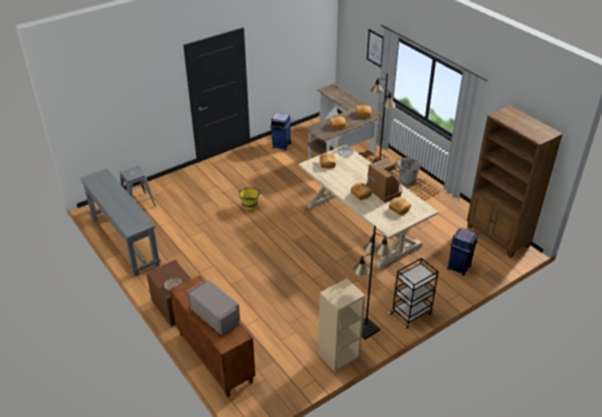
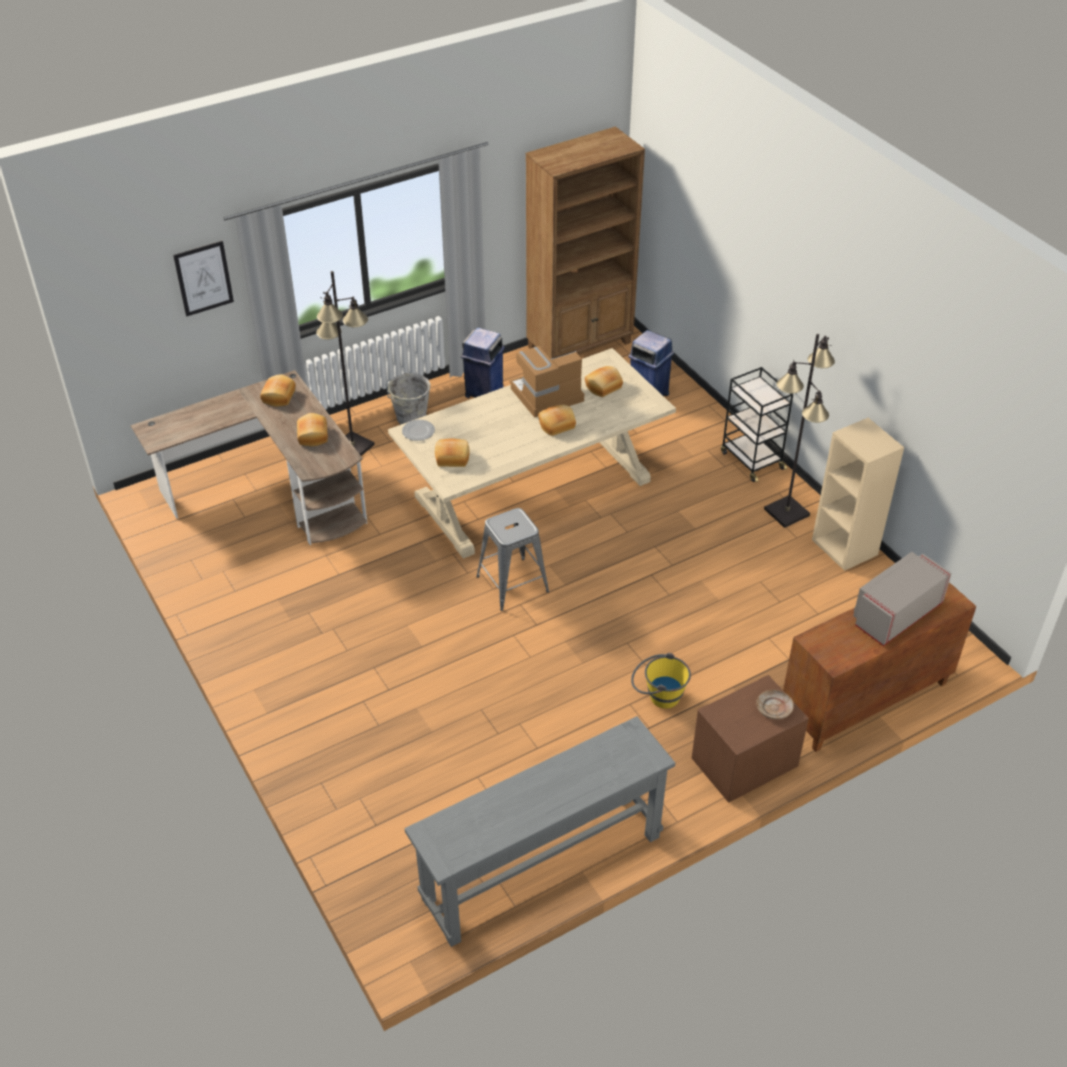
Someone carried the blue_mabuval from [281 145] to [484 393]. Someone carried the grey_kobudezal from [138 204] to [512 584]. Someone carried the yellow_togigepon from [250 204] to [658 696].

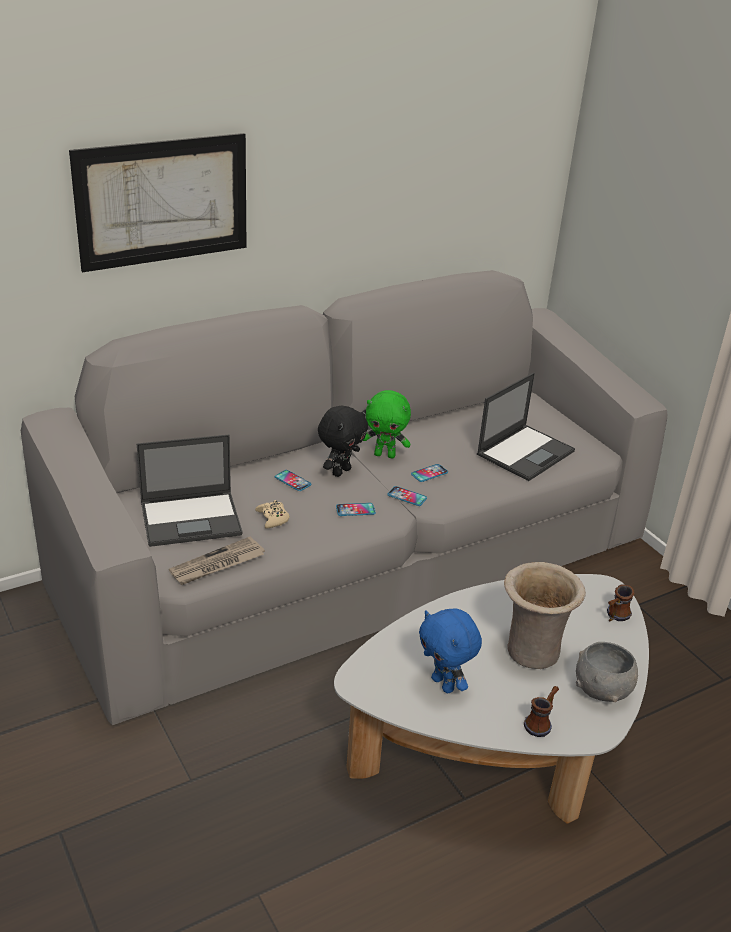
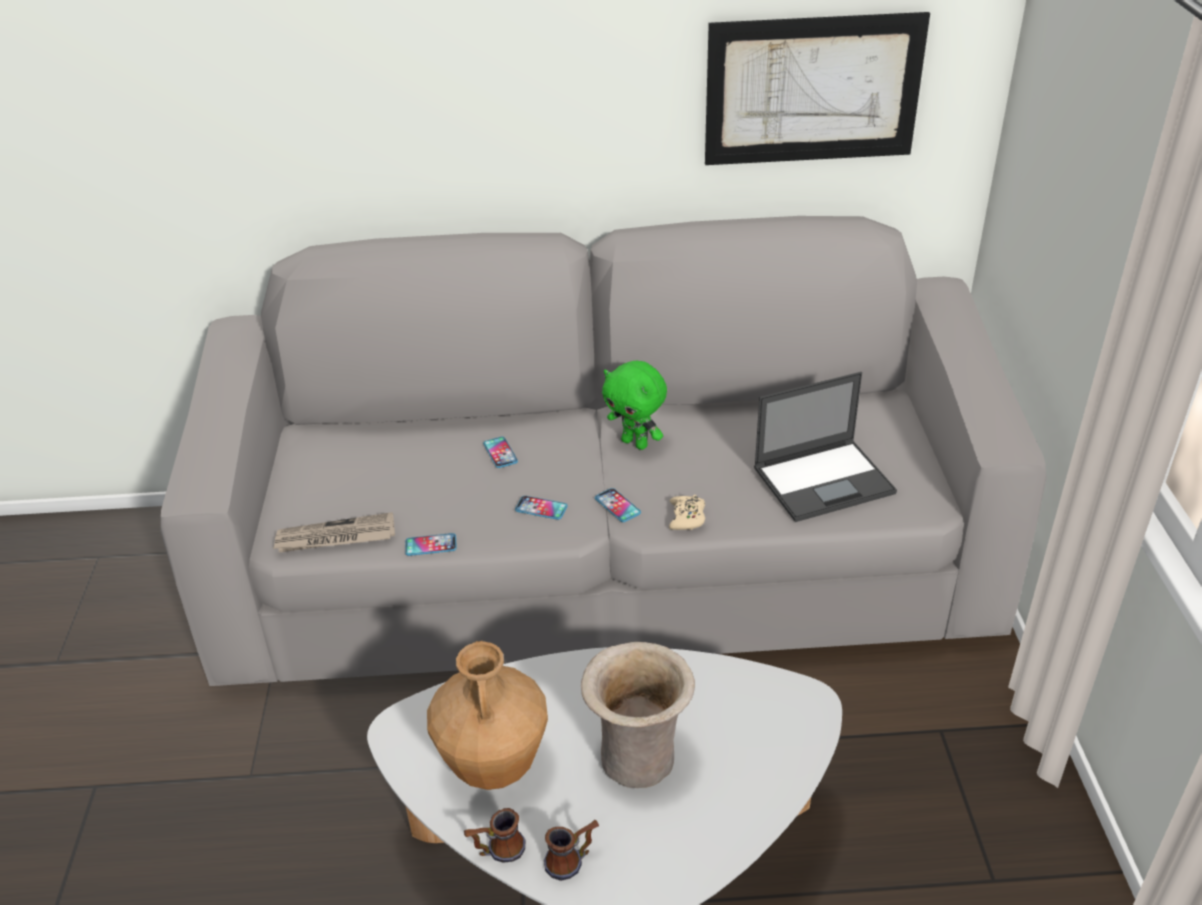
Someone carried the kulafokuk from [429 473] to [431 545]. Someone swapped the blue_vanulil at [444 684] for the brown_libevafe at [494 766]. Someone carried the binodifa from [615 616] to [497 850]. Someone carried the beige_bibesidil from [273 518] to [687 517]. Someone carried the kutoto from [163 201] to [813 90]. Someone took away the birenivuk at [192 518]. Someone took away the black_vanulil at [340 471]. Someone took away the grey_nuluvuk at [602 691].

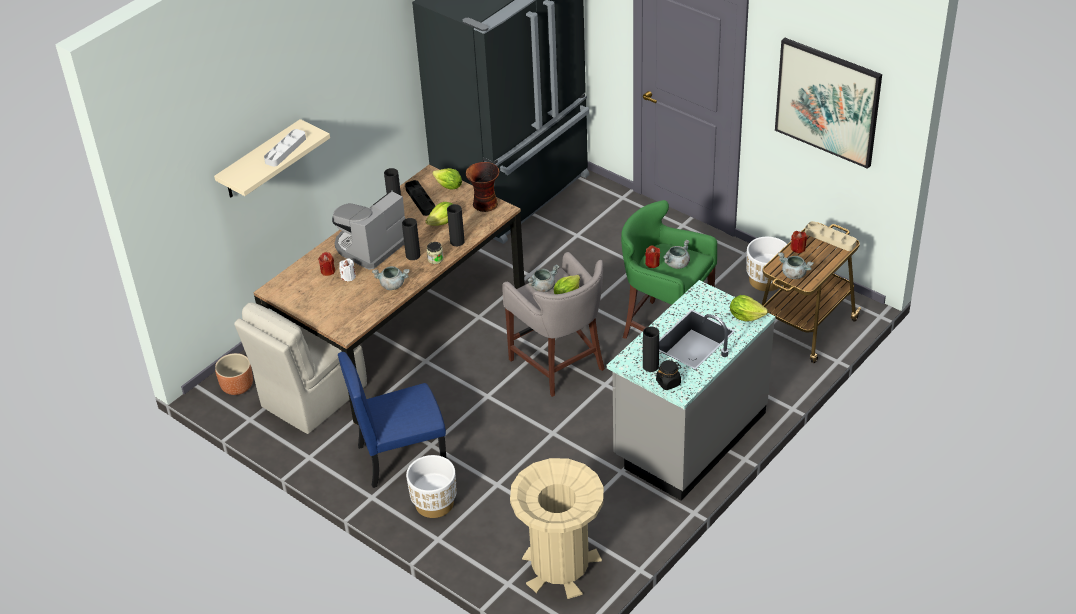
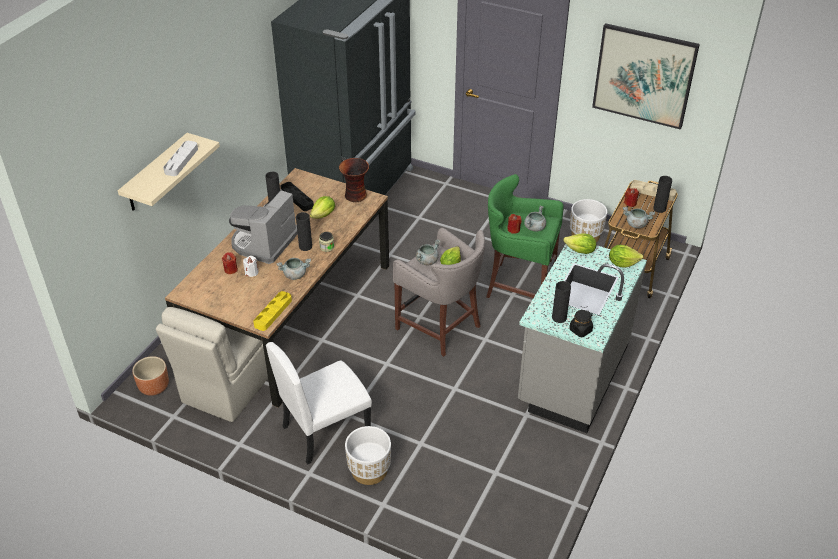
Someone put down the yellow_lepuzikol at [273 313]. Someone repainted the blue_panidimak at [401 456], which became the white_panidimak at [325 430]. Someone carried the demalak from [448 186] to [580 251]. Someone carried the black_libevafe from [457 241] to [659 209]. Someone took away the beige_mabuval at [560 566].

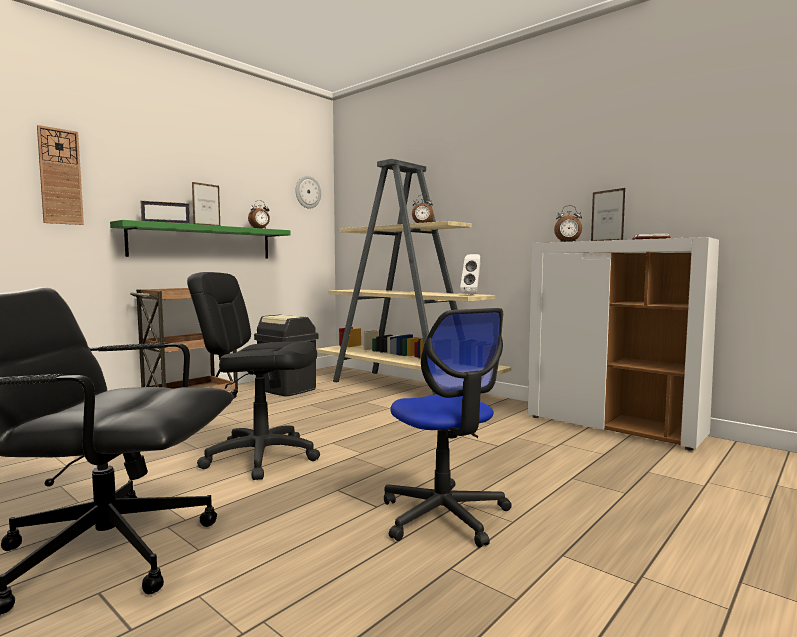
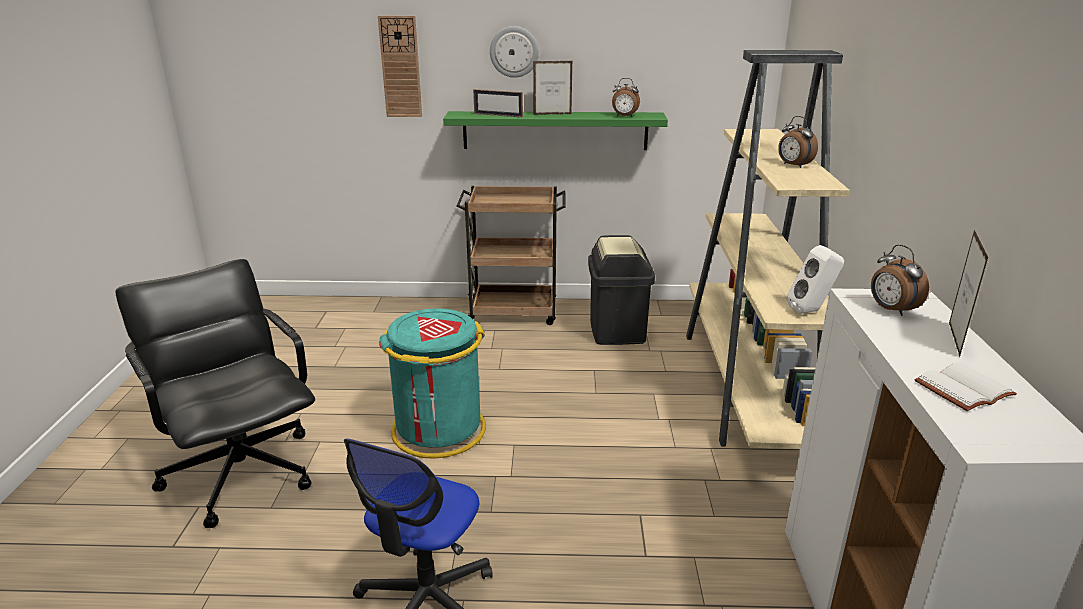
Someone swapped the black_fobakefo at [261 457] for the turquoise_mabuval at [438 430]. Someone carried the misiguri from [307 192] to [514 51].

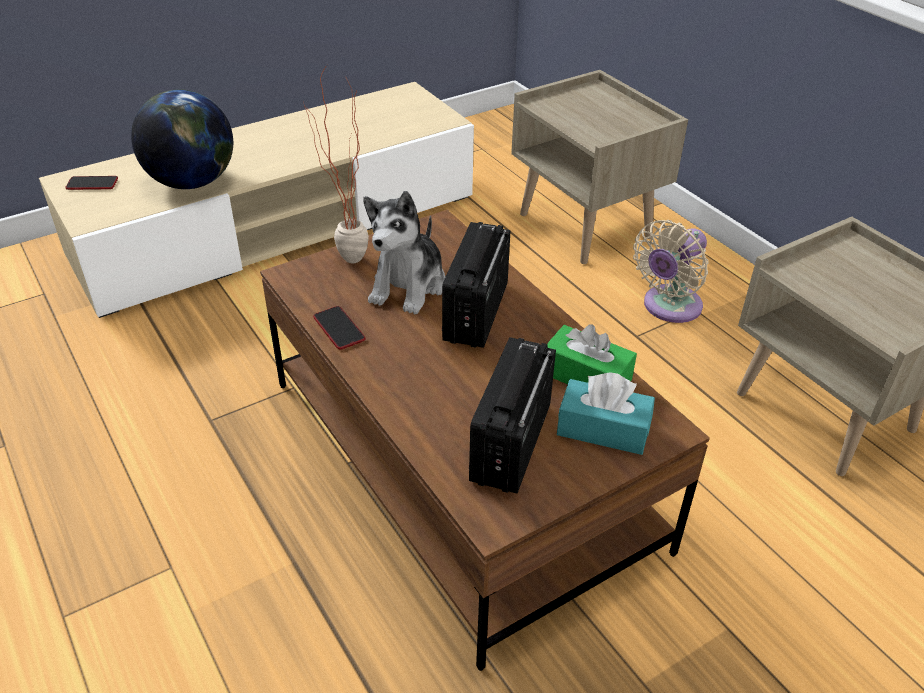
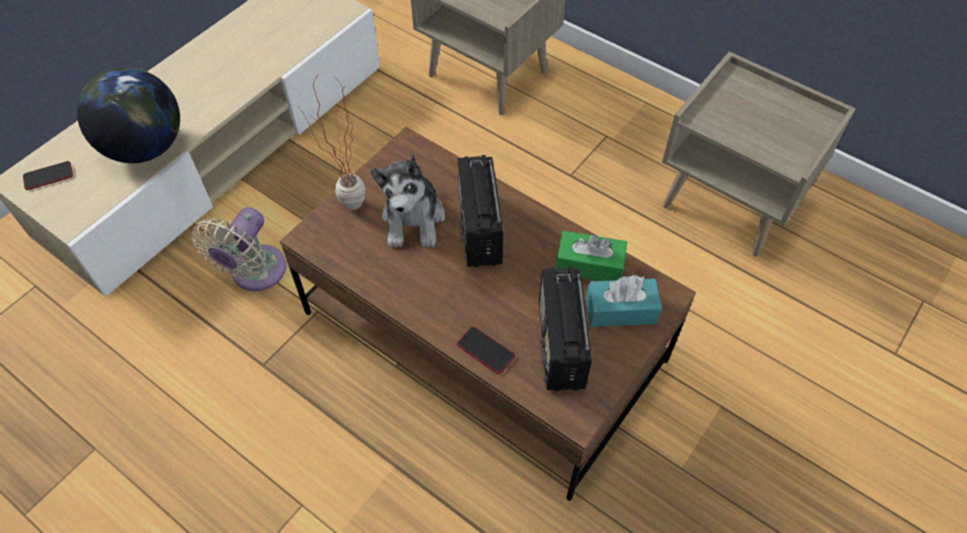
Someone carried the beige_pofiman from [668 307] to [255 273]. Someone carried the kulafokuk from [339 328] to [485 350].

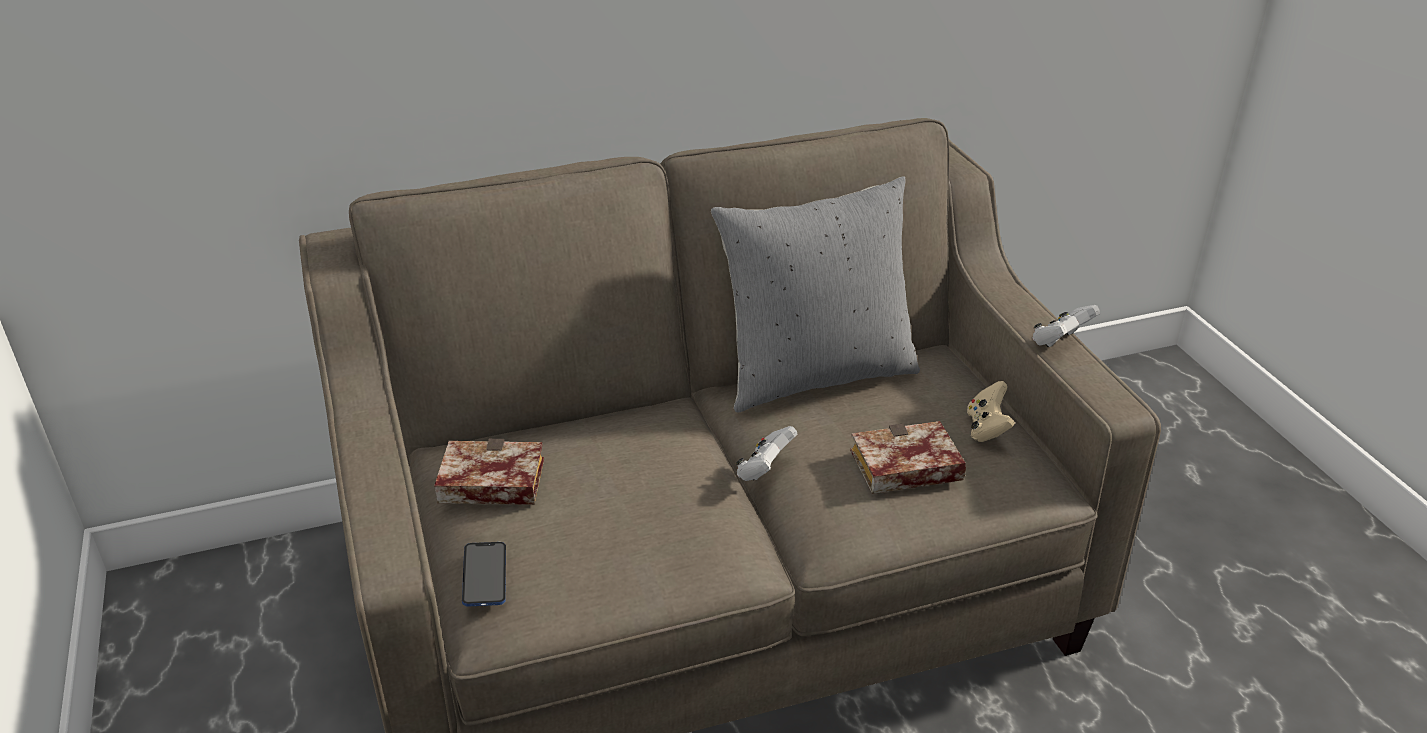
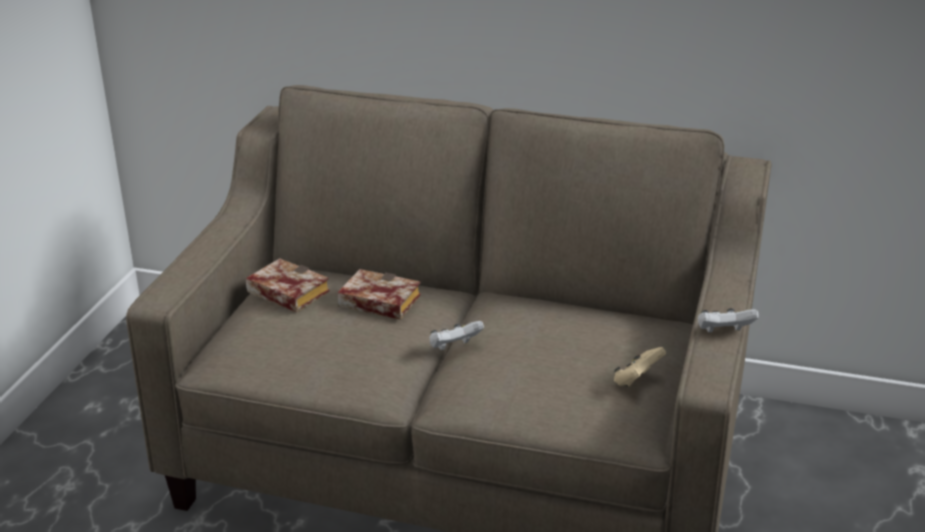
Someone carried the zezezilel from [902 469] to [376 302]. Someone took away the kulafokuk at [484 575]. Someone took away the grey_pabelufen at [815 374].

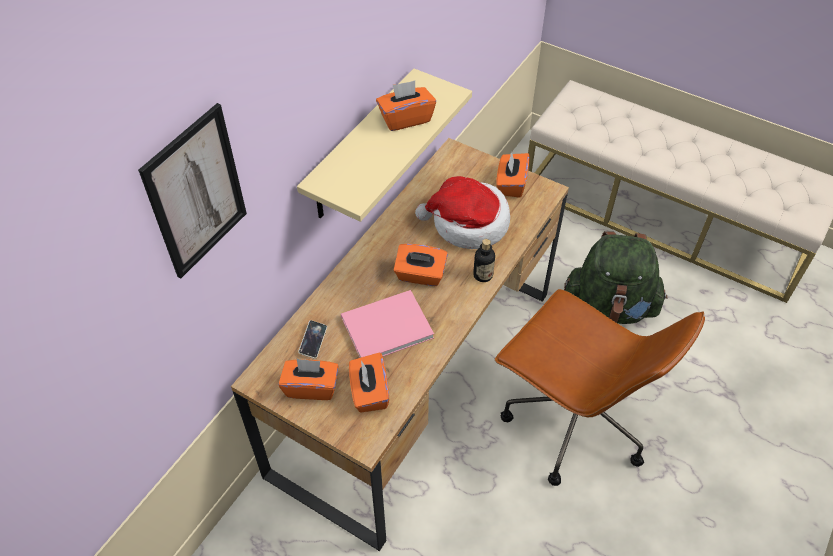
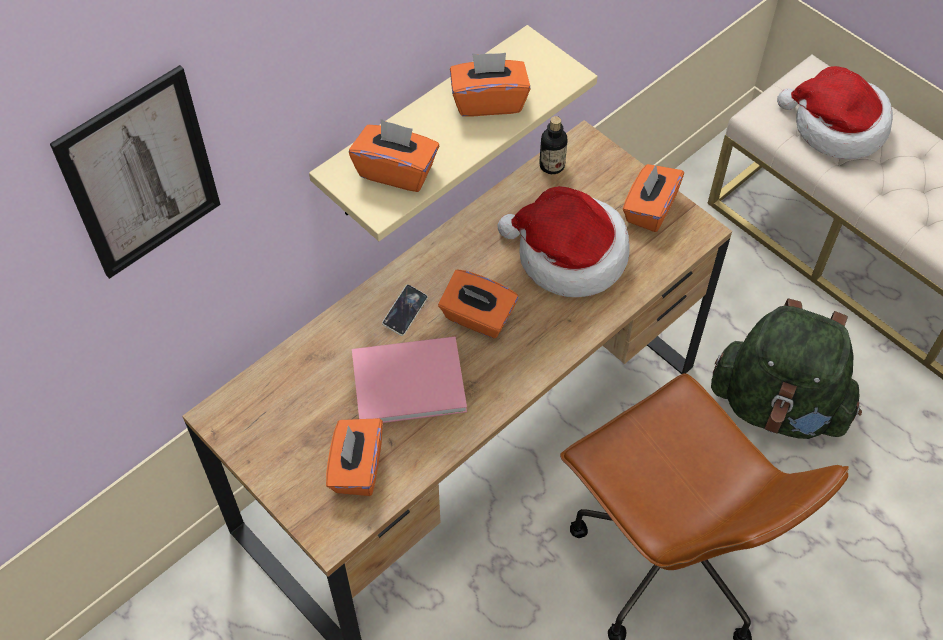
Someone carried the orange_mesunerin from [311 387] to [396 171]. Someone carried the kulafokuk from [313 341] to [405 312]. Someone carried the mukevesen from [483 275] to [552 165]. Someone put down the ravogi at [836 127].

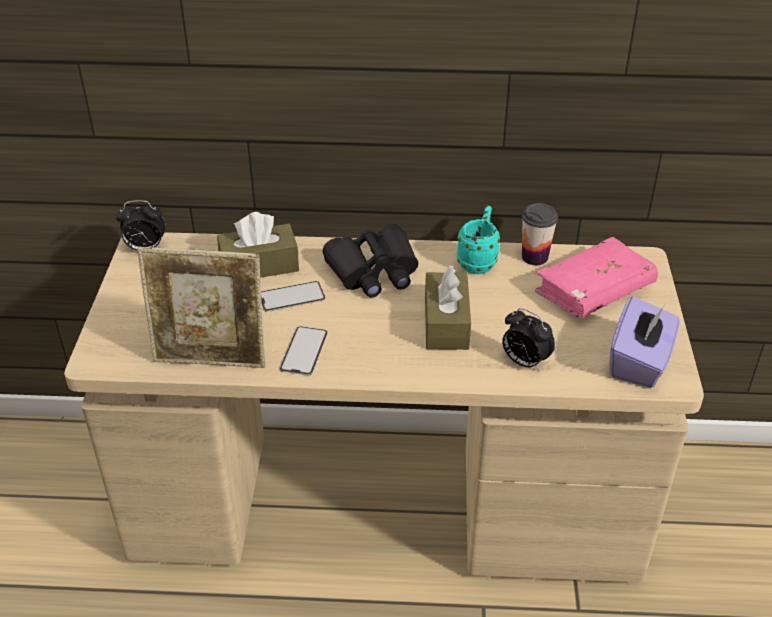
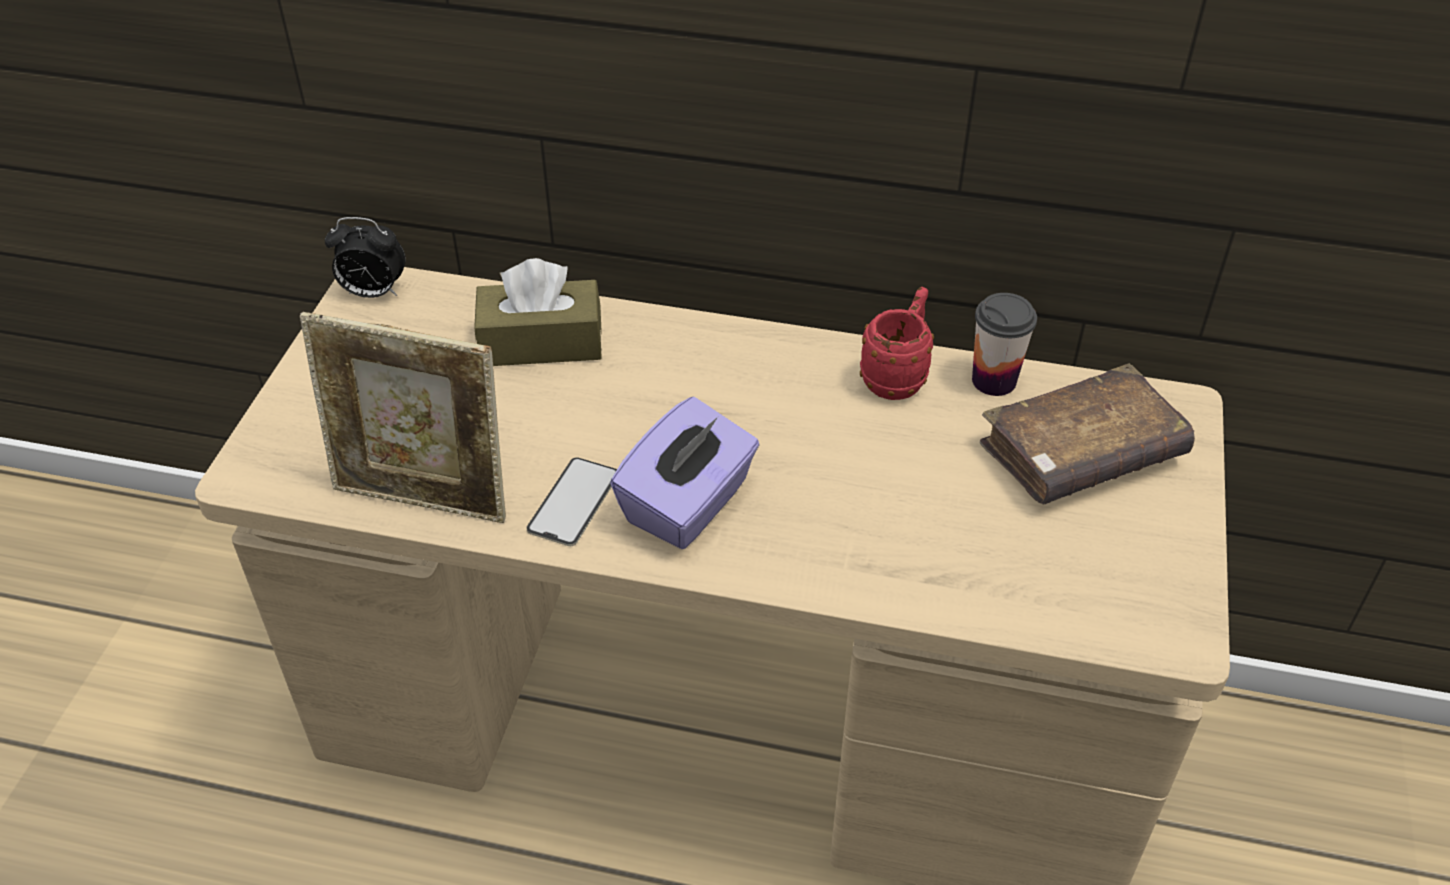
Someone carried the purple_mesunerin from [639 362] to [688 504]. Someone repainted the turquoise_binodifa at [478 261], which became the red_binodifa at [897 376]. Someone repainted the pink_zezezilel at [594 290], which became the brown_zezezilel at [1081 454]. Someone took away the kulafokuk at [291 297]. Someone took away the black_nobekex at [374 272]. Someone took away the brown_mesunerin at [446 323]. Someone took away the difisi at [524 362].

